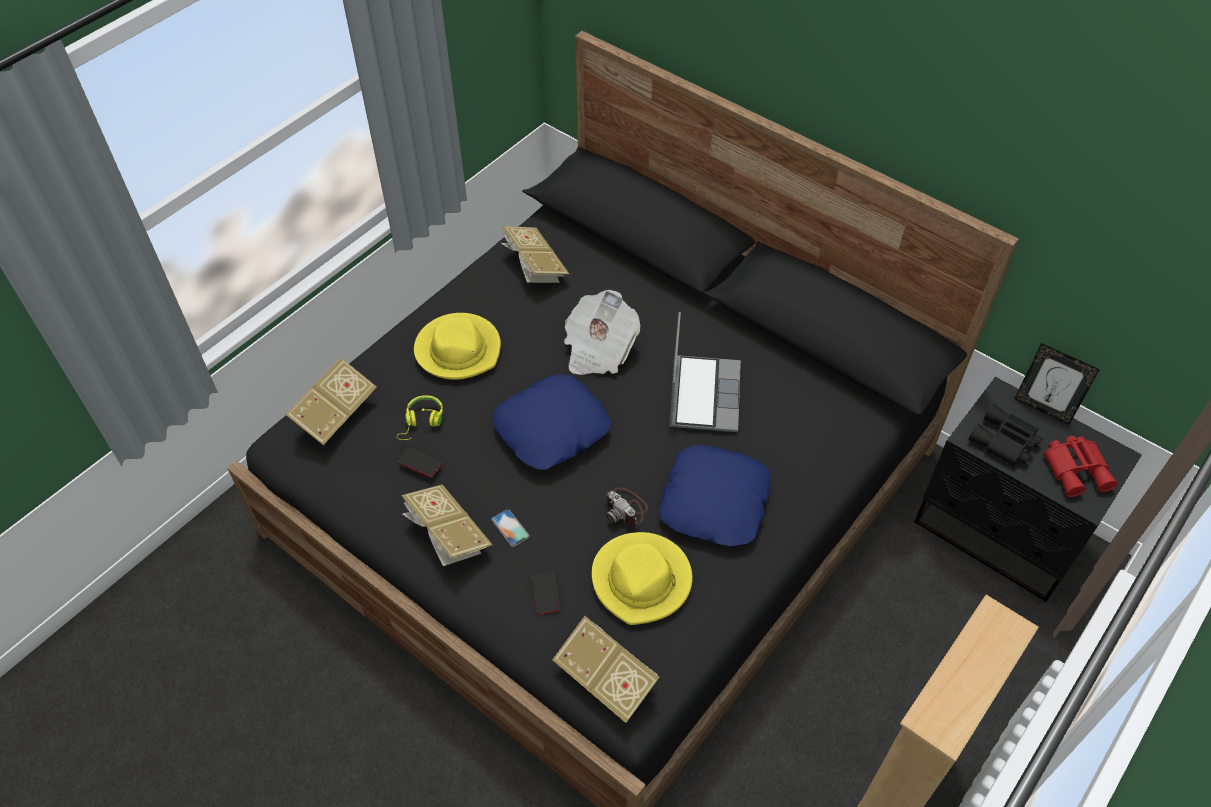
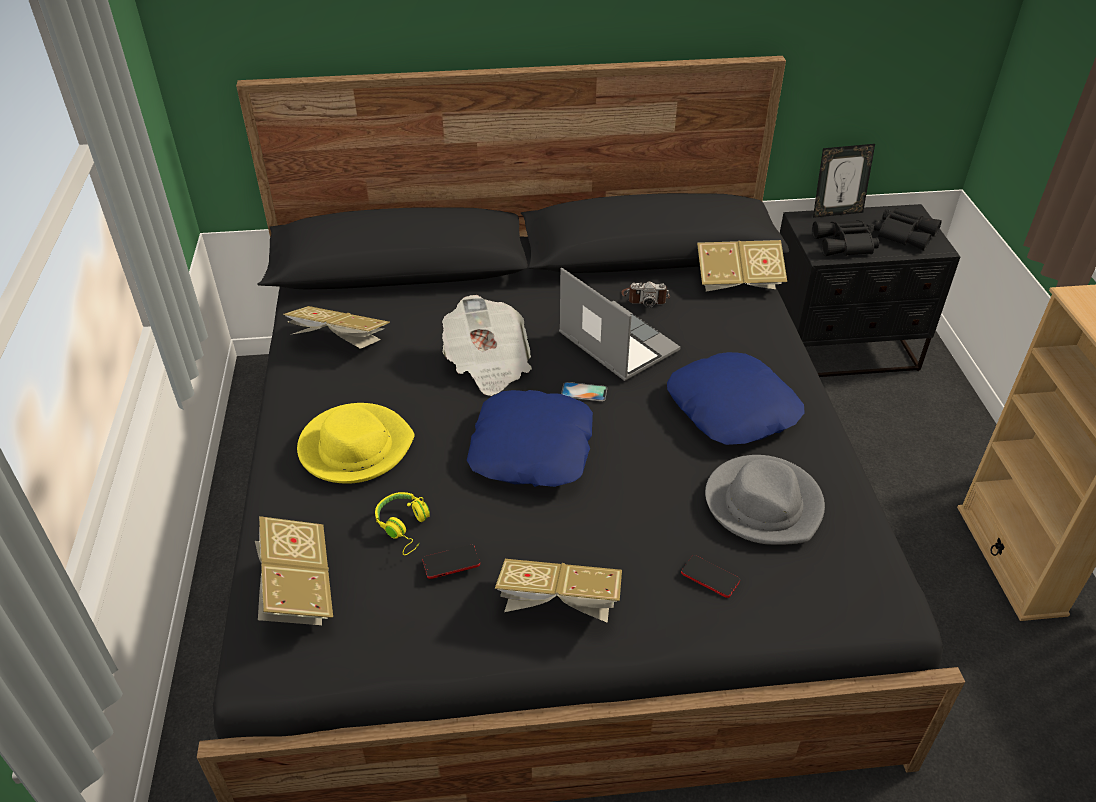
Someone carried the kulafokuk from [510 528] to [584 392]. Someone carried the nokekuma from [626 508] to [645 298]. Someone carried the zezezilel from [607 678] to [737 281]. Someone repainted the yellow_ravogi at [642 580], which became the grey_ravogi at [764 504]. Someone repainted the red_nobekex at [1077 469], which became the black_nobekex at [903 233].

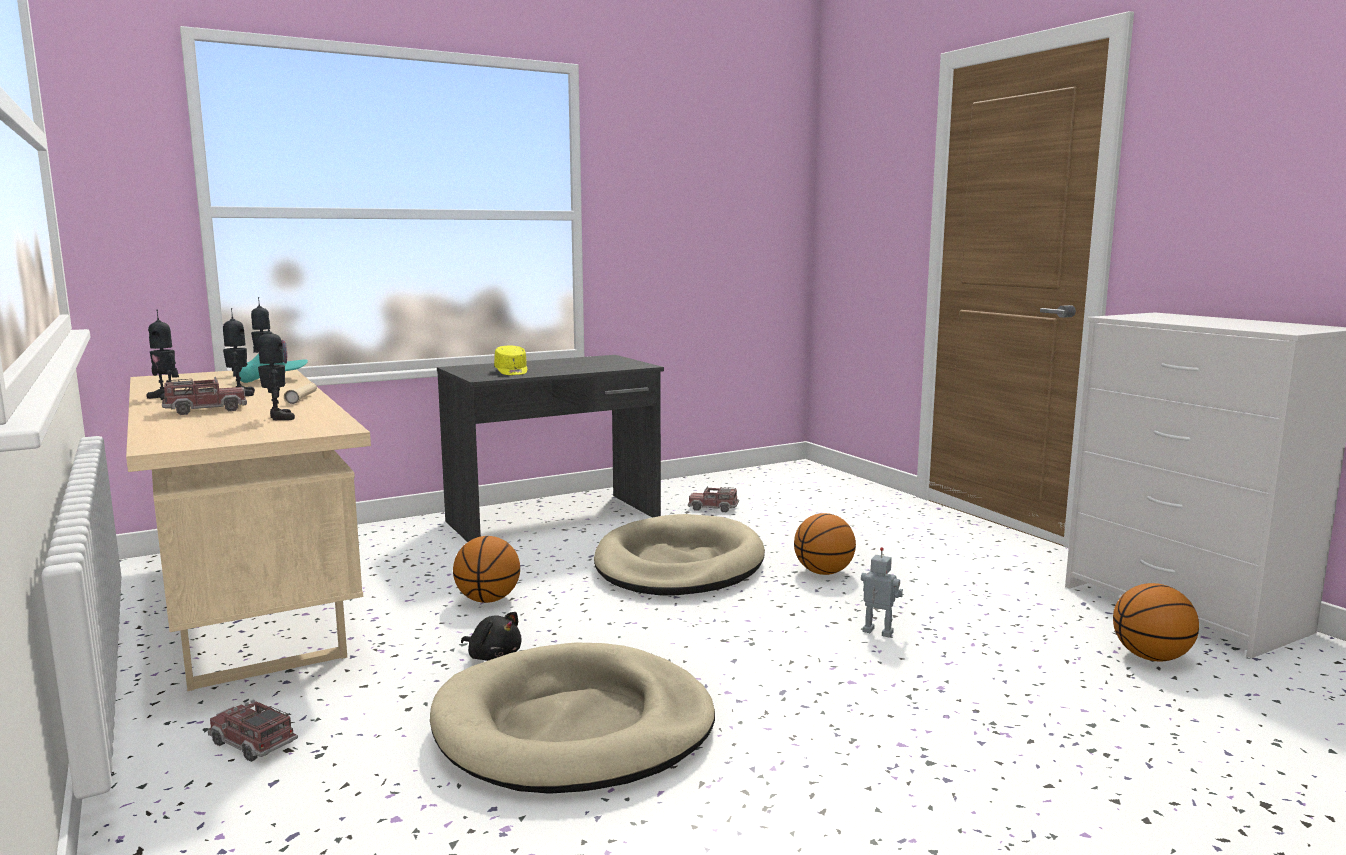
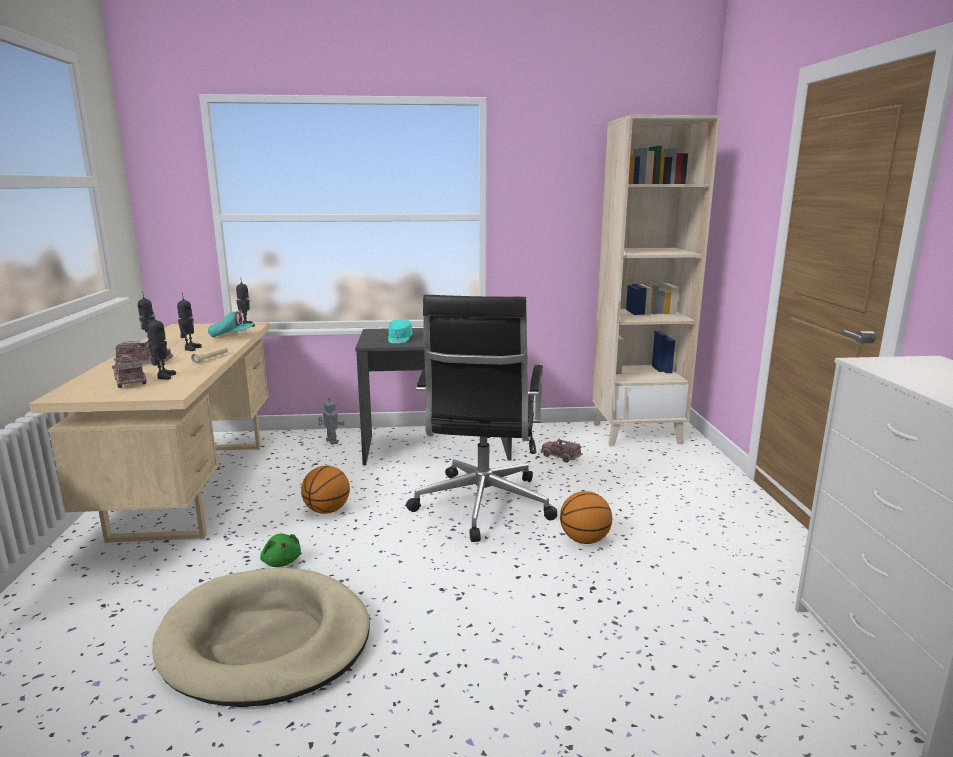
Someone carried the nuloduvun from [253 743] to [130 381]. Someone repainted the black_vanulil at [493 656], which became the green_vanulil at [281 561]. Someone carried the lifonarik from [877 633] to [331 442]. Someone repainted the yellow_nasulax at [511 371], which became the turquoise_nasulax at [399 339]. Someone swapped the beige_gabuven at [679 564] for the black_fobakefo at [482 506]. Someone put down the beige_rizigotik at [637 433]. Someone took away the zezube at [1151 657].

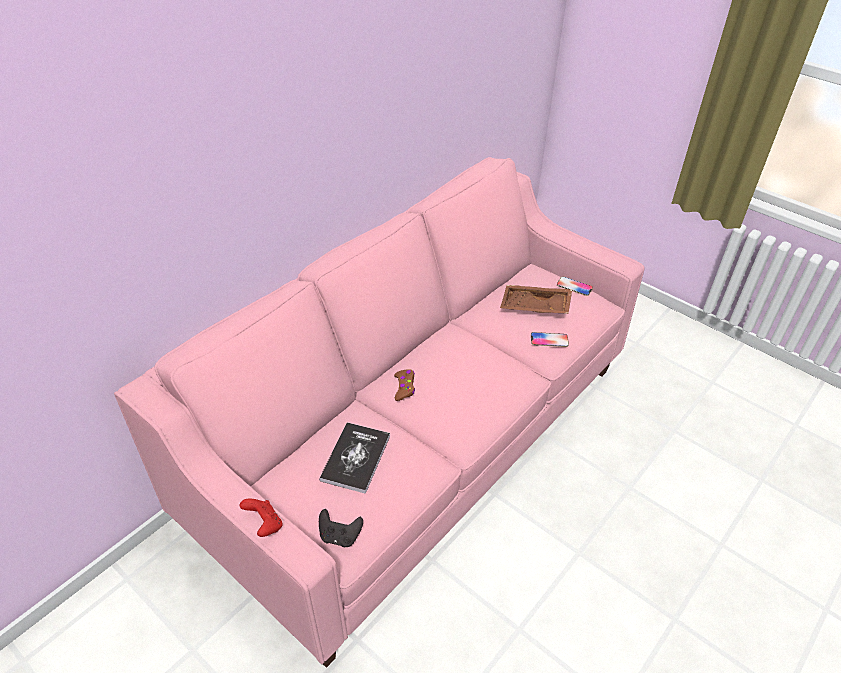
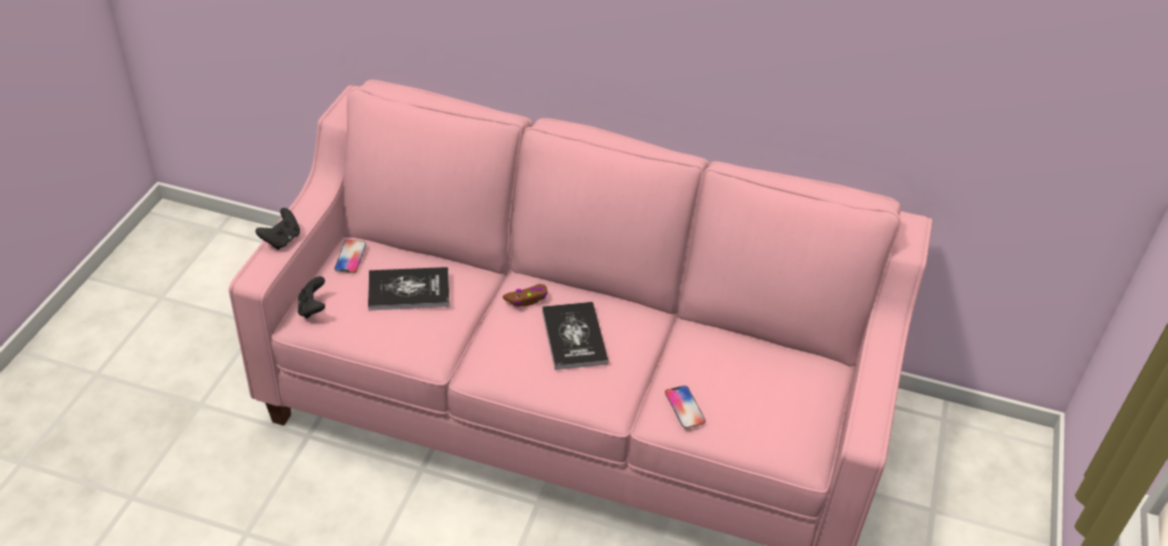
Someone repainted the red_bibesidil at [264 525], which became the black_bibesidil at [282 240]. Someone carried the kulafokuk from [574 286] to [350 257]. Someone put down the zezezilel at [574 337]. Someone took away the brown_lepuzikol at [535 307].

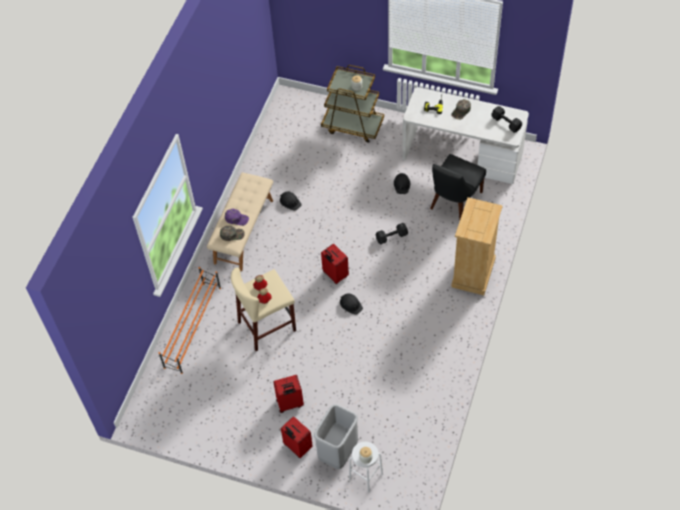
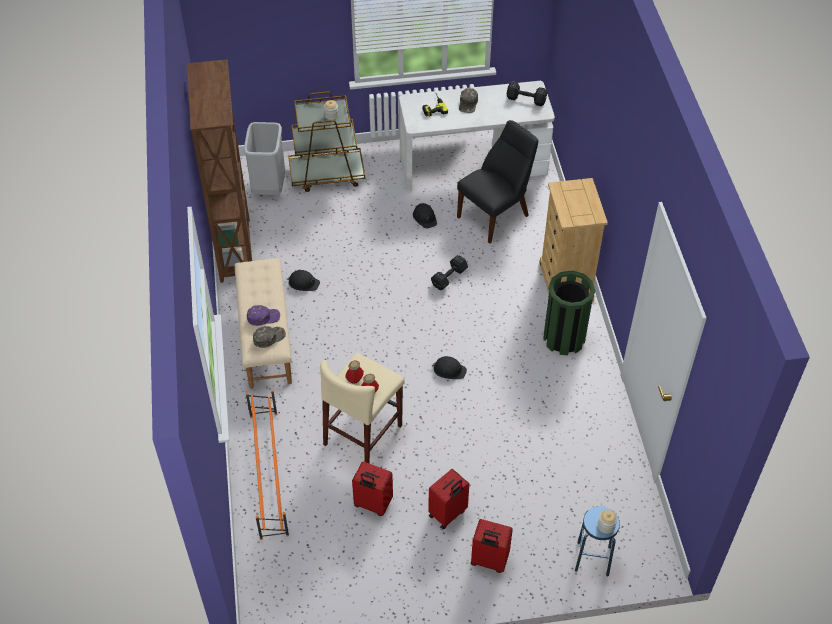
Someone put down the brown_rizigotik at [236 249]. Someone carried the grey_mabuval from [338 452] to [269 187]. Someone carried the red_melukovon from [334 275] to [372 504]. Someone rotated the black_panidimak at [454 202] by 135 degrees counterclockwise. Someone put down the green_mabuval at [564 338]. Someone repainted the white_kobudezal at [366 476], which became the blue_kobudezal at [592 559].

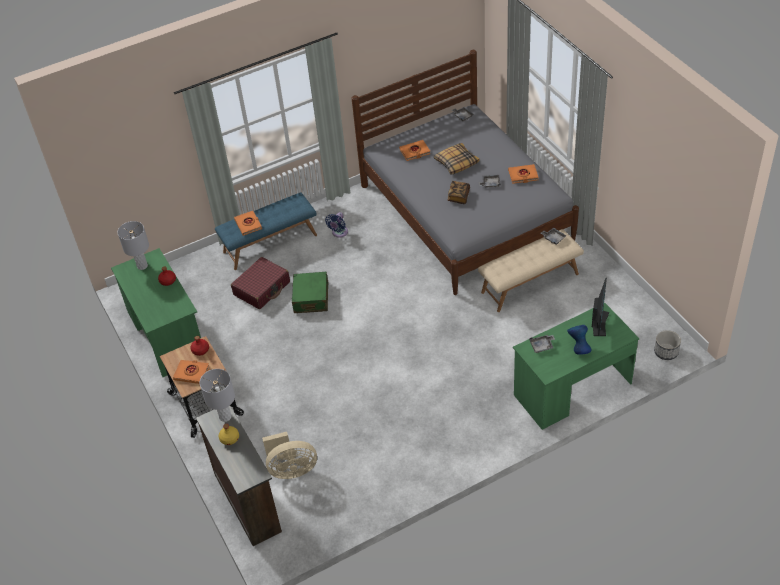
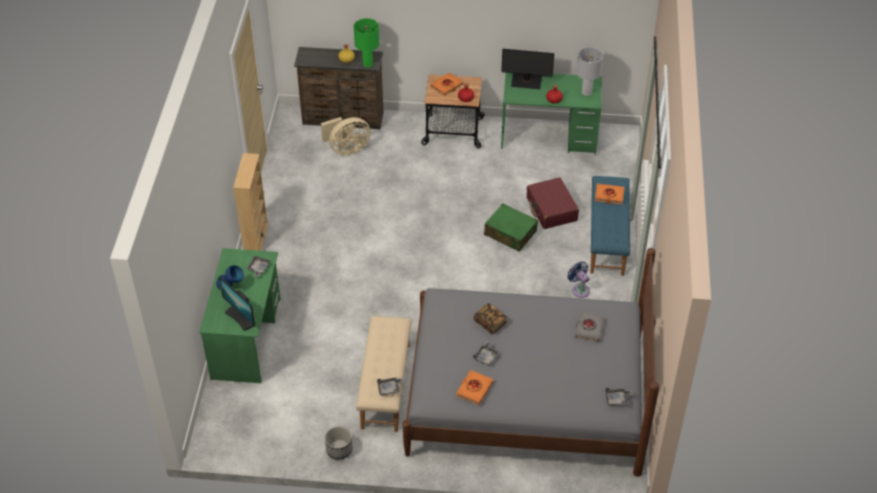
Someone put down the beige_rizigotik at [256 239]. Someone rotated the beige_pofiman at [291 469] by 135 degrees counterclockwise. Someone carried the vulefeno from [666 352] to [339 449]. Someone repainted the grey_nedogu at [225 416], which became the green_nedogu at [368 64]. Someone put down the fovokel at [526 81]. Someone repainted the orange_zezezilel at [415 152], which became the grey_zezezilel at [588 328]. Someone took away the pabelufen at [456 162].

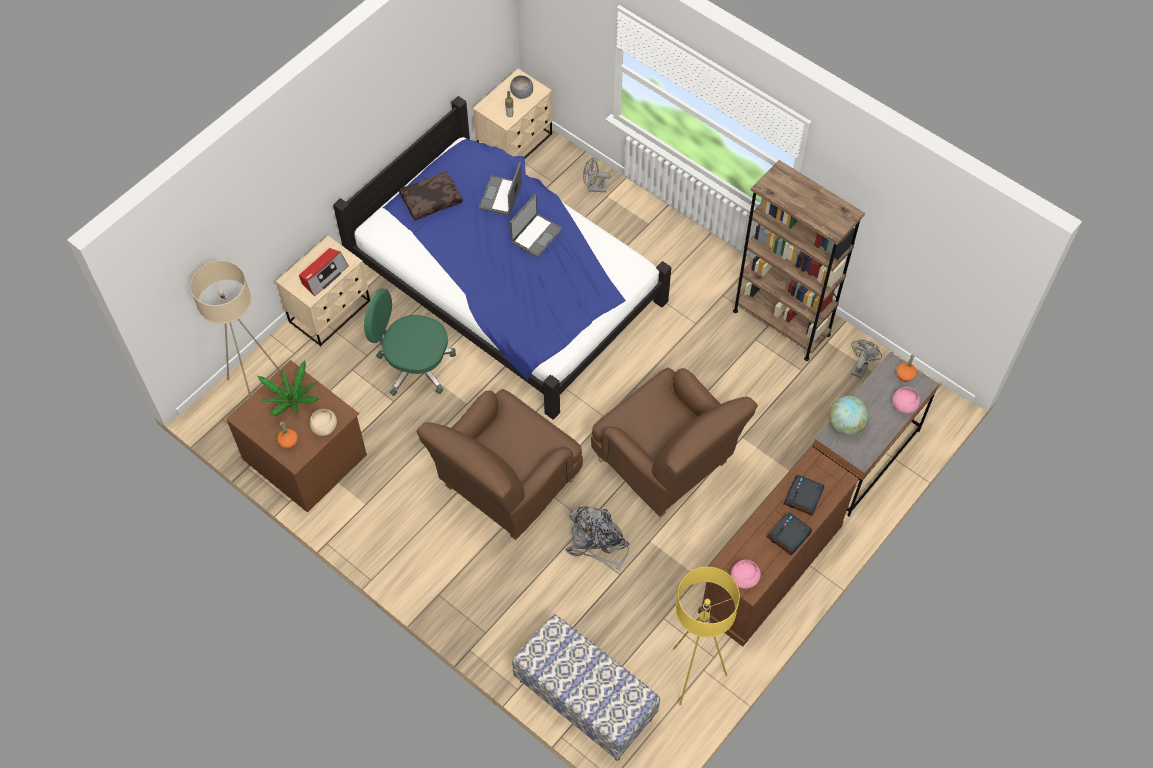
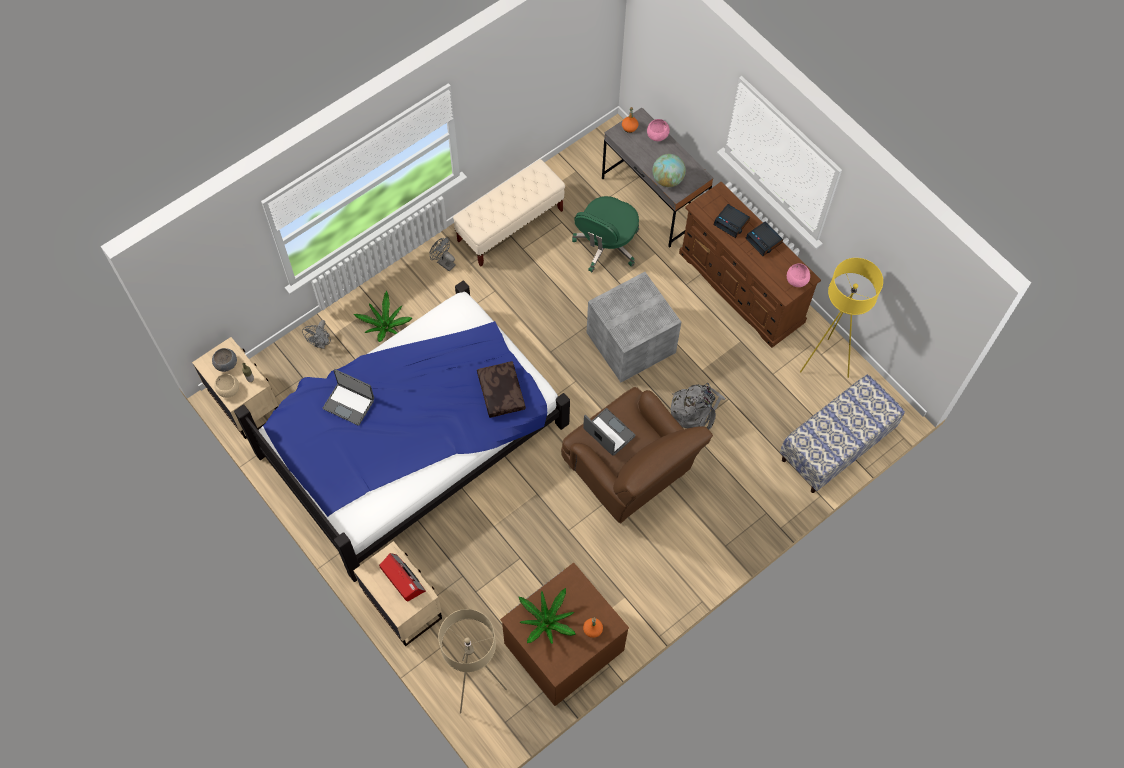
Someone carried the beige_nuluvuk from [324 427] to [228 390]. Someone put down the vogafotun at [385 325]. Someone carried the grey_pofiman from [860 366] to [443 262]. Someone swapped the brown_rizigotik at [781 322] for the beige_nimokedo at [510 225]. Someone carried the brown_pabelufen from [431 199] to [500 392]. Someone carried the green_fobakefo from [414 365] to [606 246]. Someone carried the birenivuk from [536 235] to [608 433]. Someone swapped the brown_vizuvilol at [666 465] for the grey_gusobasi at [632 343].

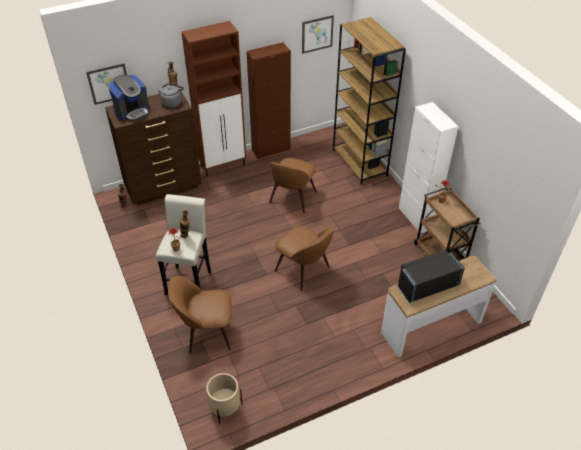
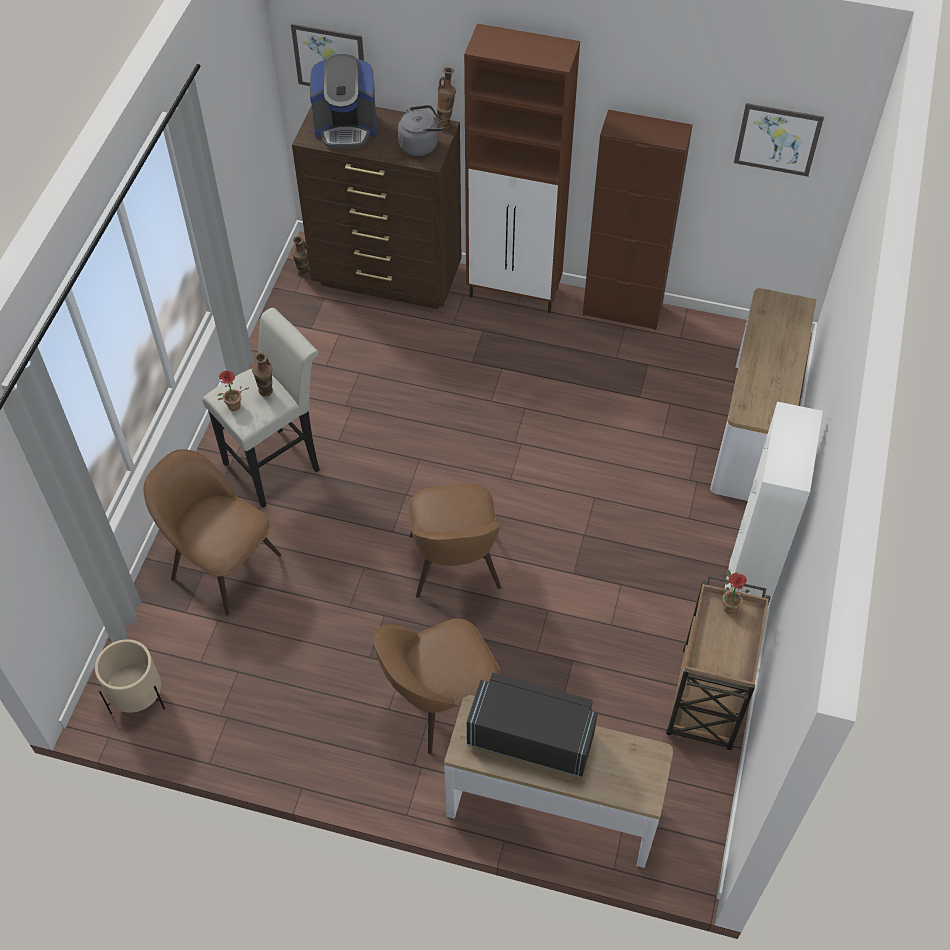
Someone carried the brown_panidimak from [292 198] to [439 702]. Someone swapped the brown_rizigotik at [360 163] for the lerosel at [753 432].

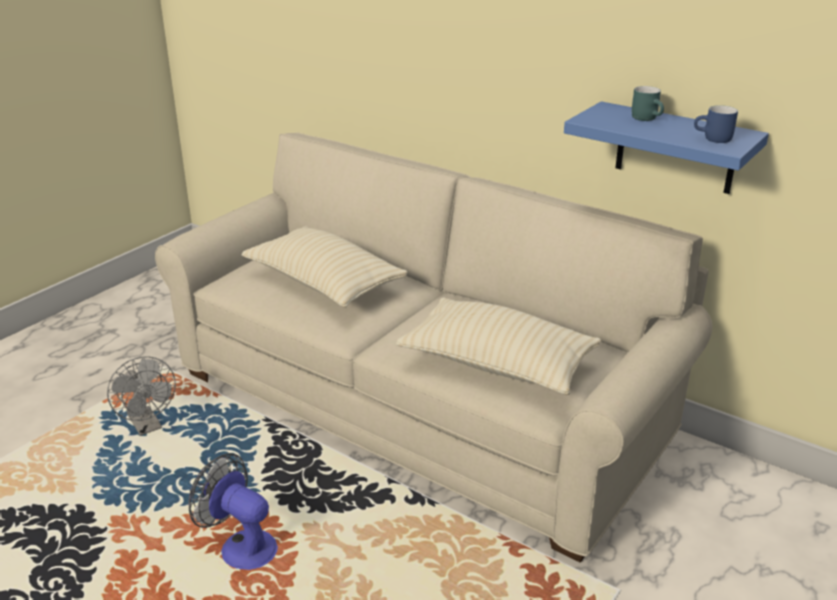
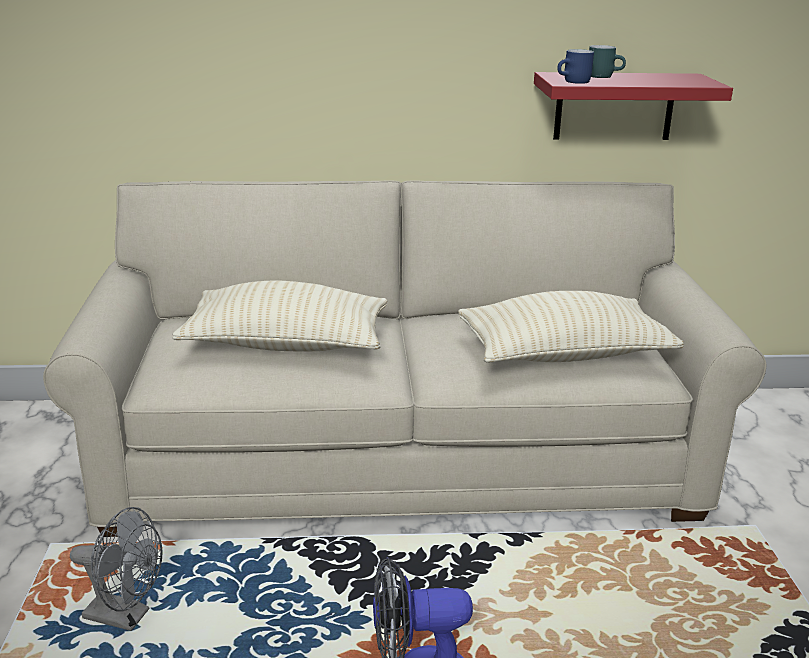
Someone repainted the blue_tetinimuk at [675 148], which became the red_tetinimuk at [614 106]. Someone carried the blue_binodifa from [713 139] to [574 82].

